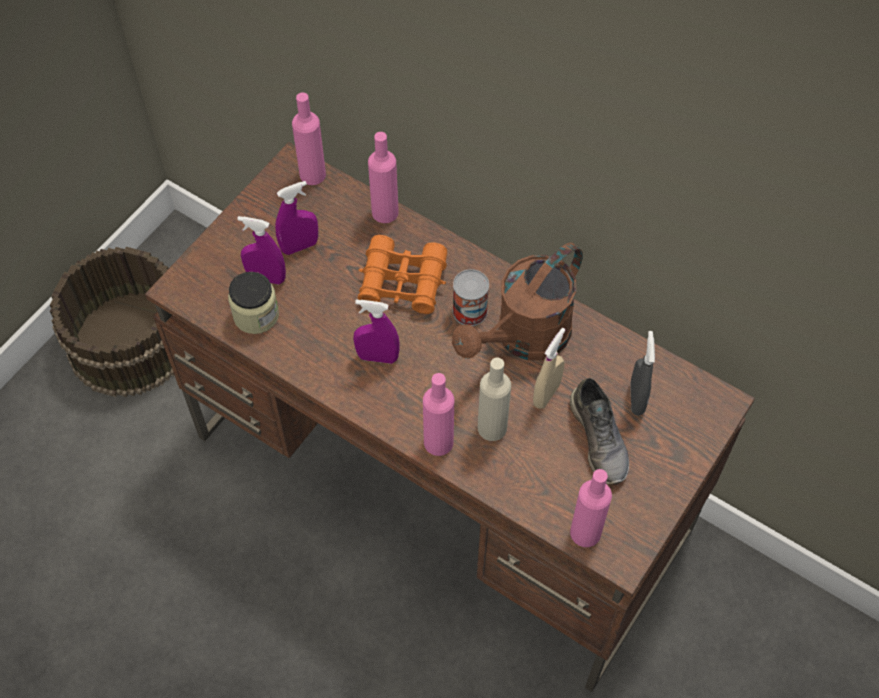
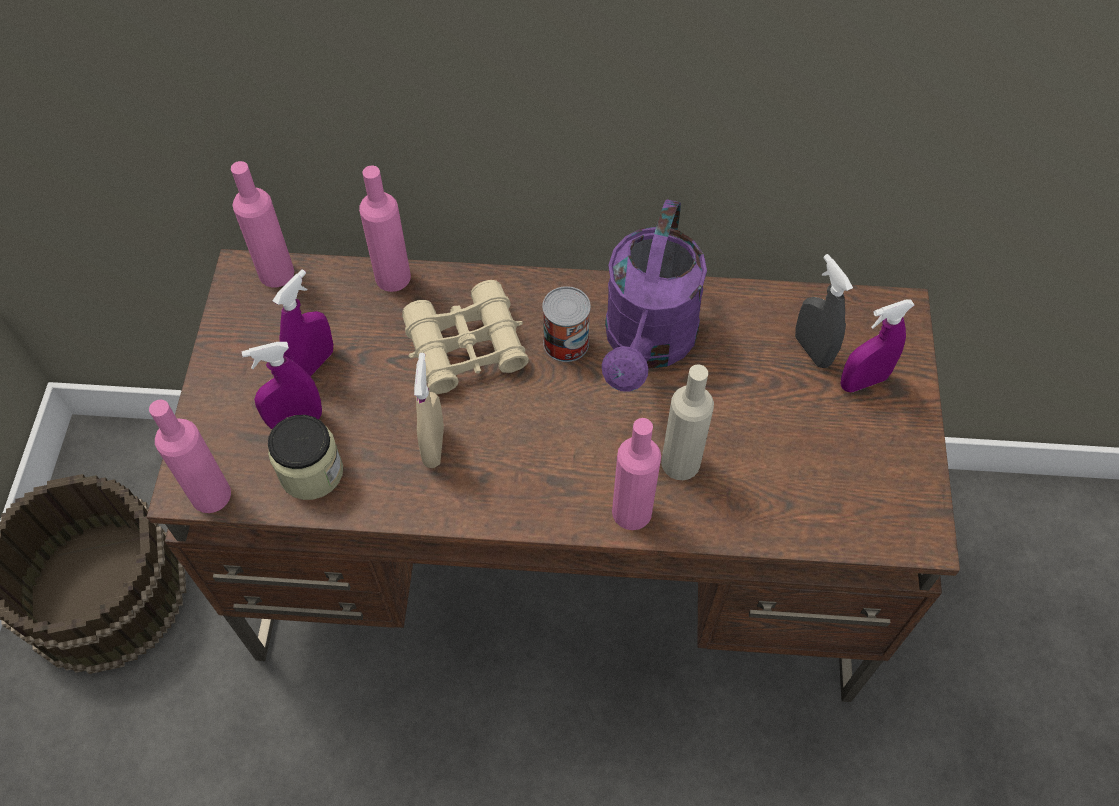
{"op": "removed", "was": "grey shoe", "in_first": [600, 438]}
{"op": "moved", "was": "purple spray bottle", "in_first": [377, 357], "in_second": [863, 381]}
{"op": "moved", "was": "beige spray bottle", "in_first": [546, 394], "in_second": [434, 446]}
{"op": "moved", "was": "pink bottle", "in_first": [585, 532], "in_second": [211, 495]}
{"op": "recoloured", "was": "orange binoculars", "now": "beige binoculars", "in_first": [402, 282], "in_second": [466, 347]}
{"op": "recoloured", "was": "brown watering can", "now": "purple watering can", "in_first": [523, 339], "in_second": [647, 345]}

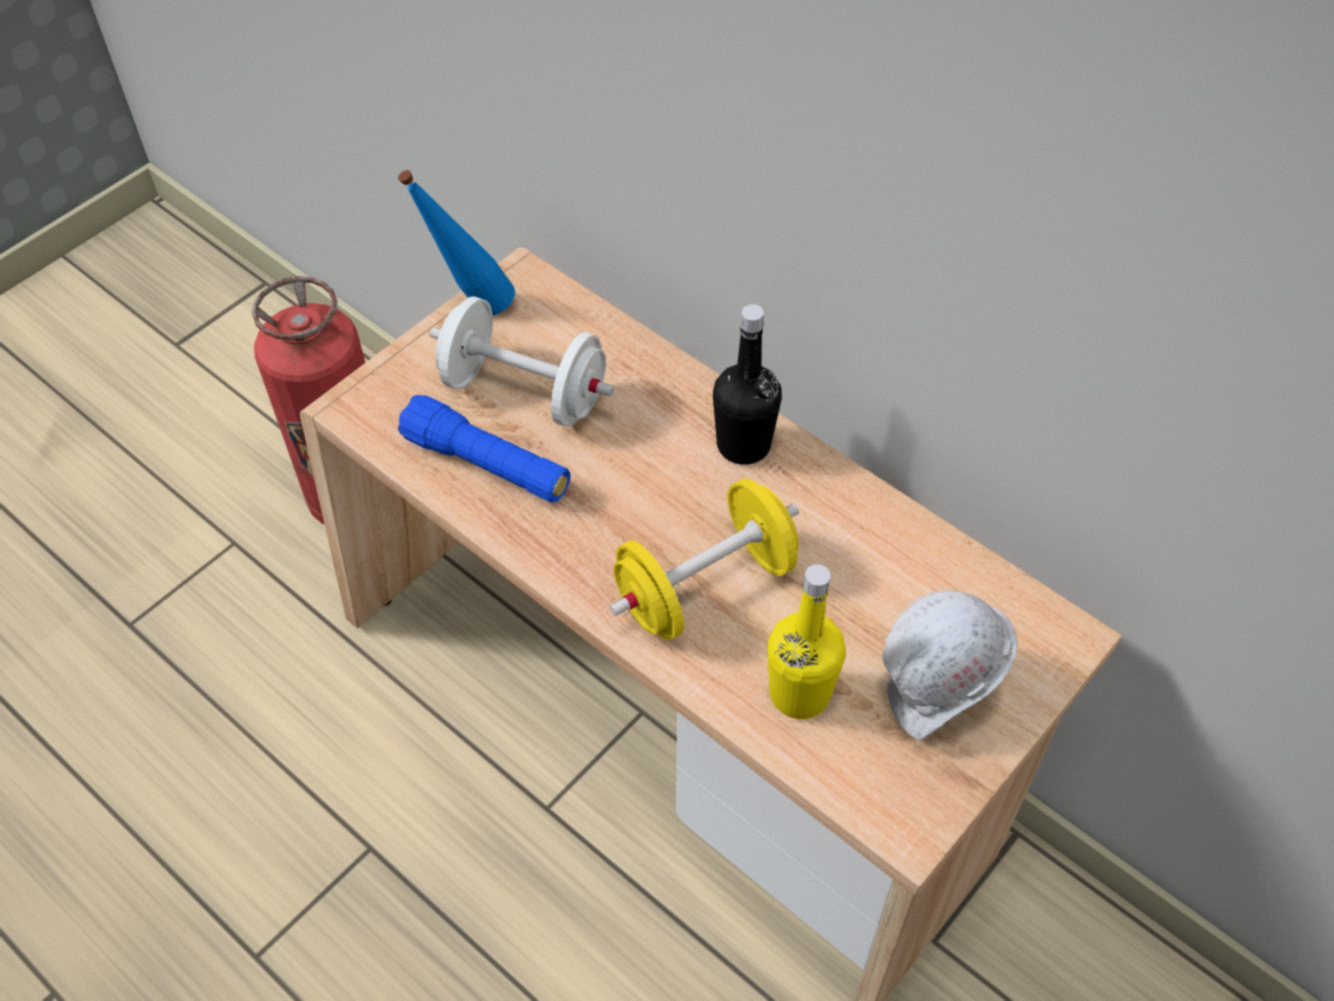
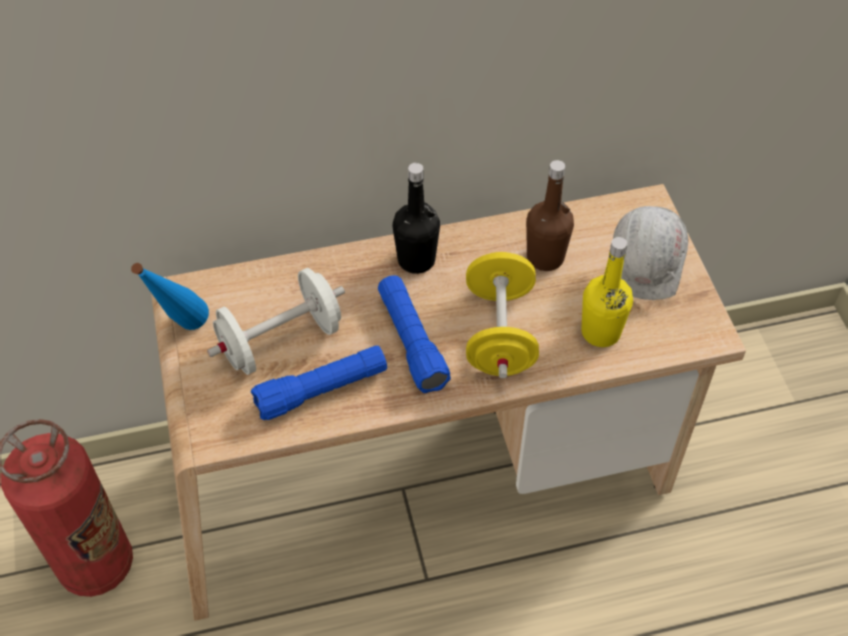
{"op": "added", "now": "blue flashlight", "in_second": [411, 342]}
{"op": "added", "now": "brown bottle", "in_second": [545, 257]}

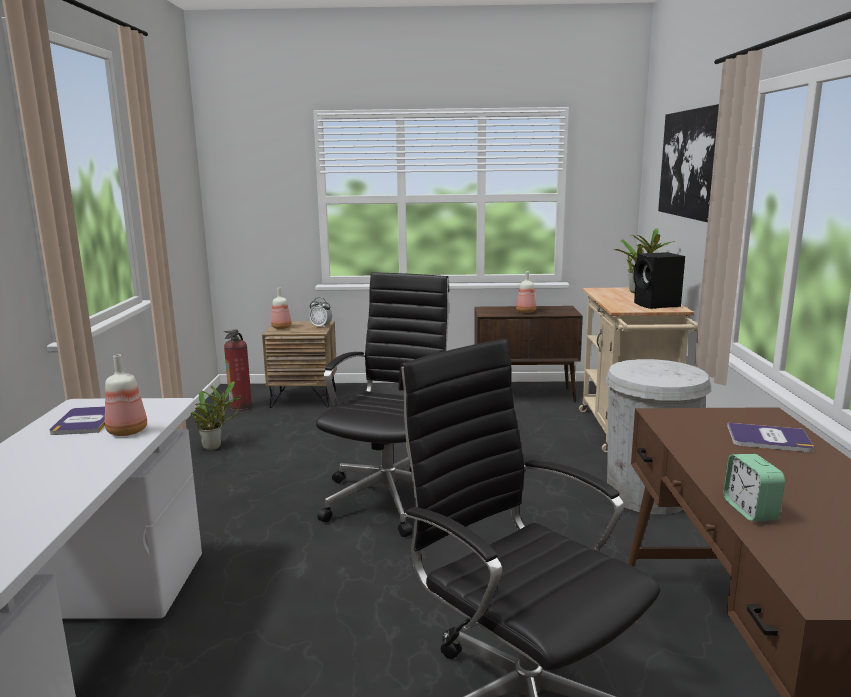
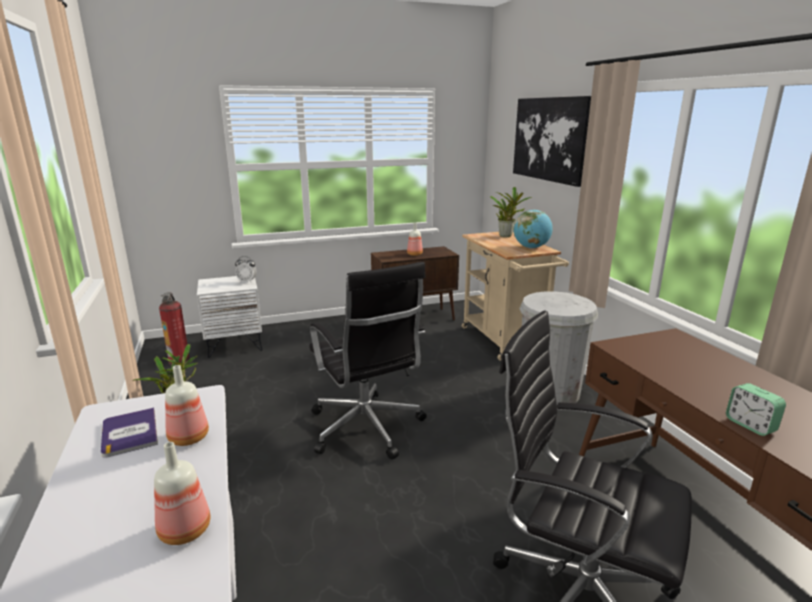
{"op": "removed", "was": "book", "in_first": [768, 439]}
{"op": "moved", "was": "bottle", "in_first": [281, 327], "in_second": [183, 530]}
{"op": "replaced", "was": "black speaker", "now": "globe", "in_first": [657, 305], "in_second": [531, 247]}
{"op": "recoloured", "was": "brown nightstand", "now": "white nightstand", "in_first": [304, 399], "in_second": [235, 345]}
{"op": "turned", "was": "black office chair", "in_first": [391, 497], "in_second": [367, 428], "clockwise": 150}

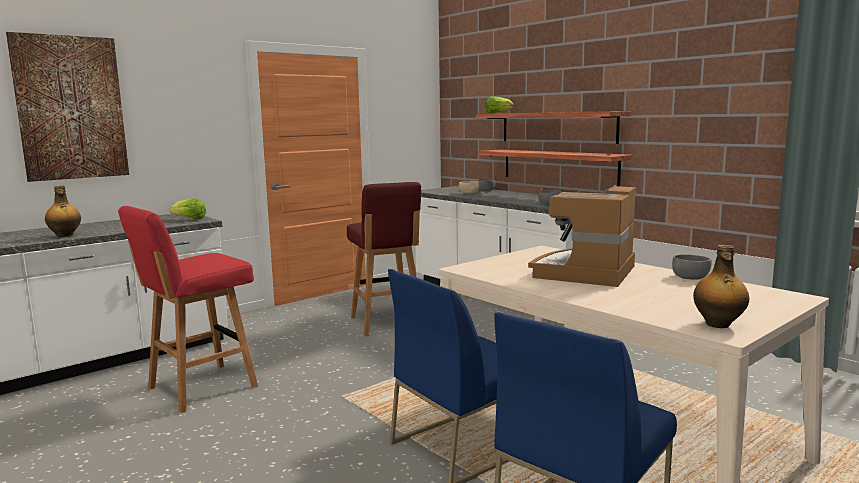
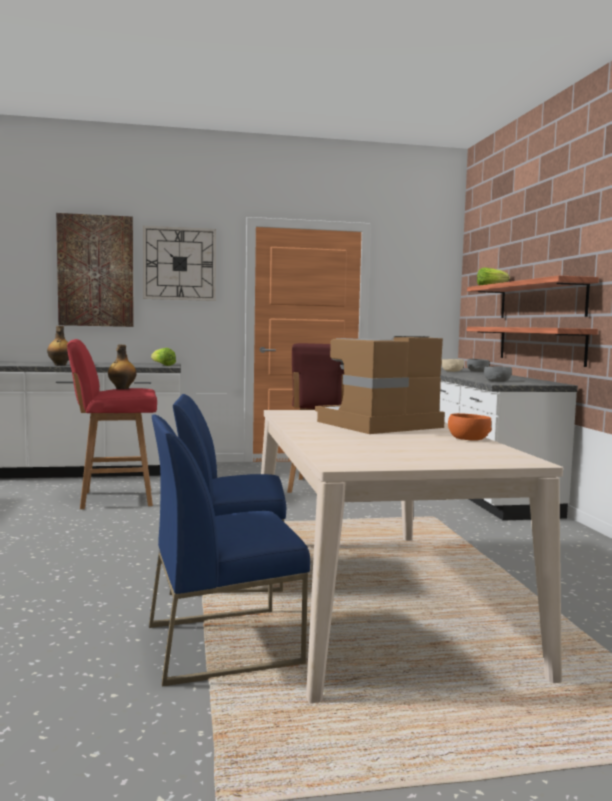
{"op": "added", "now": "wall clock", "in_second": [179, 264]}
{"op": "moved", "was": "bottle", "in_first": [718, 324], "in_second": [122, 388]}
{"op": "recoloured", "was": "grey bowl", "now": "orange bowl", "in_first": [690, 277], "in_second": [468, 439]}

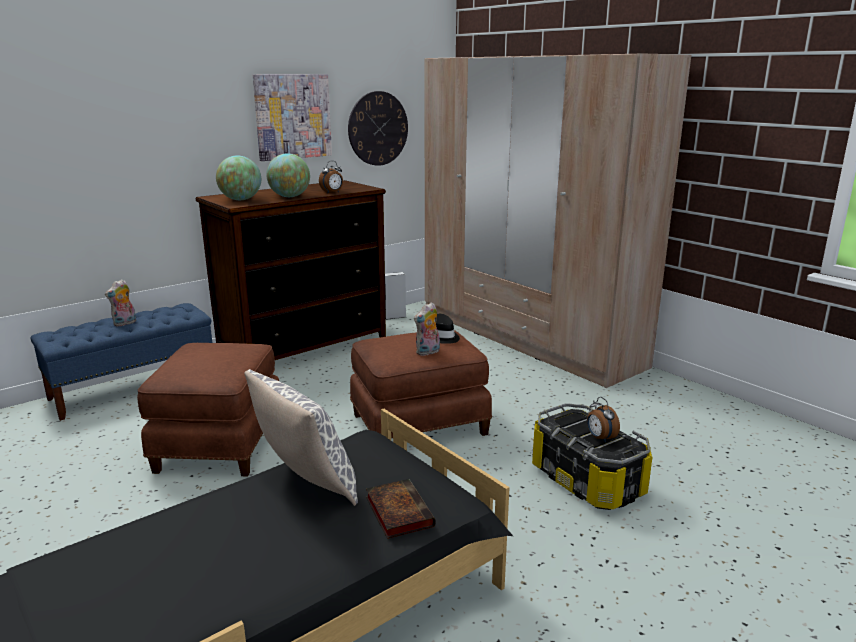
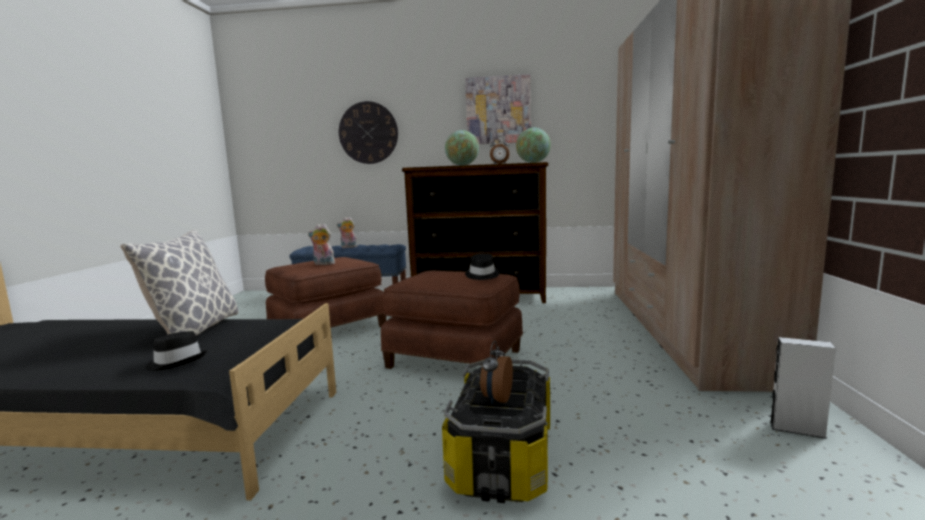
{"op": "moved", "was": "globe", "in_first": [240, 200], "in_second": [533, 162]}
{"op": "moved", "was": "wall clock", "in_first": [378, 128], "in_second": [368, 133]}
{"op": "moved", "was": "grey speaker", "in_first": [394, 317], "in_second": [797, 429]}
{"op": "moved", "was": "plush toy", "in_first": [428, 352], "in_second": [323, 264]}
{"op": "replaced", "was": "book", "now": "black hat", "in_first": [397, 511], "in_second": [176, 362]}

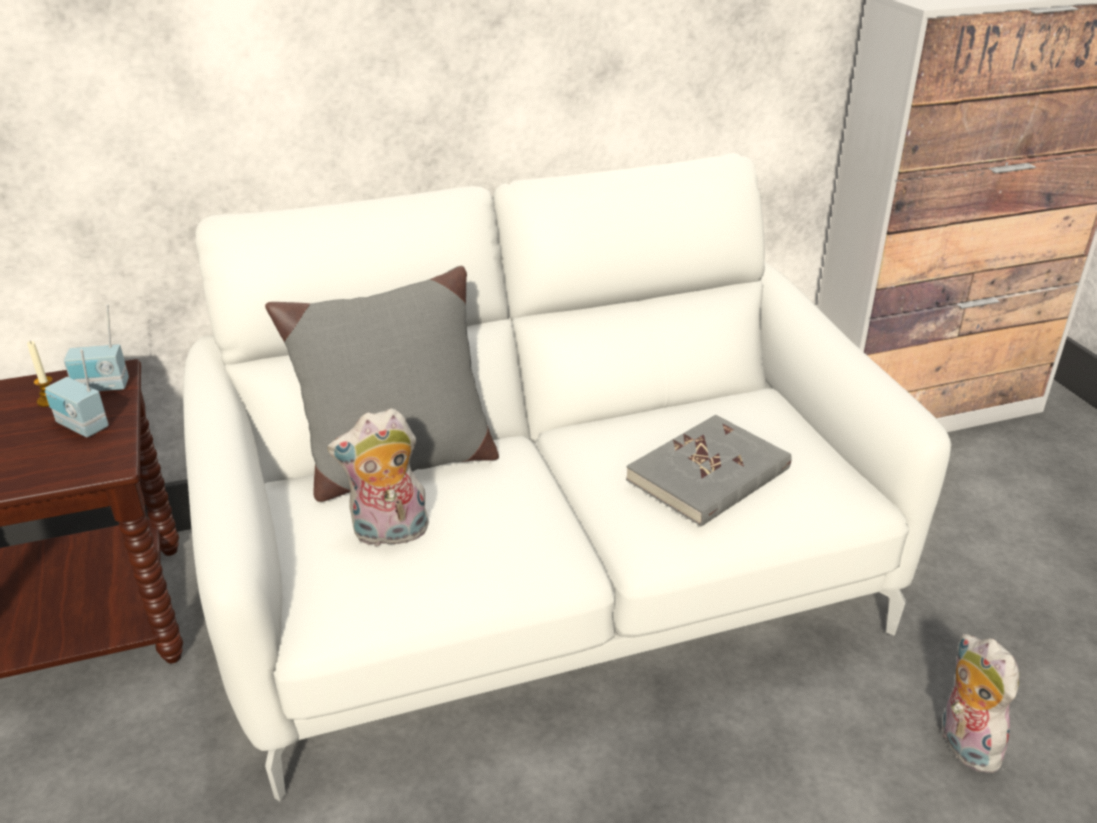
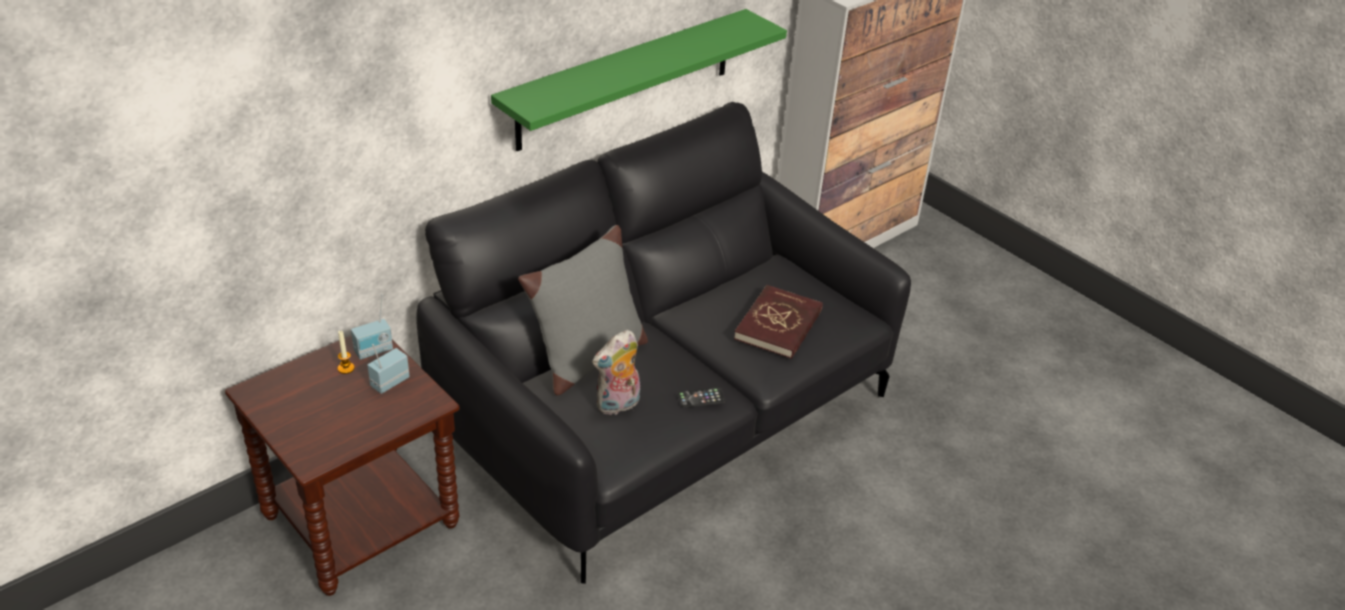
{"op": "removed", "was": "plush toy", "in_first": [963, 743]}
{"op": "added", "now": "green shelf", "in_second": [626, 79]}
{"op": "added", "now": "phone", "in_second": [701, 398]}
{"op": "recoloured", "was": "white sofa", "now": "black sofa", "in_first": [549, 582], "in_second": [665, 414]}
{"op": "recoloured", "was": "grey book", "now": "red book", "in_first": [709, 475], "in_second": [779, 325]}
{"op": "turned", "was": "radio", "in_first": [81, 427], "in_second": [389, 382], "clockwise": 120}

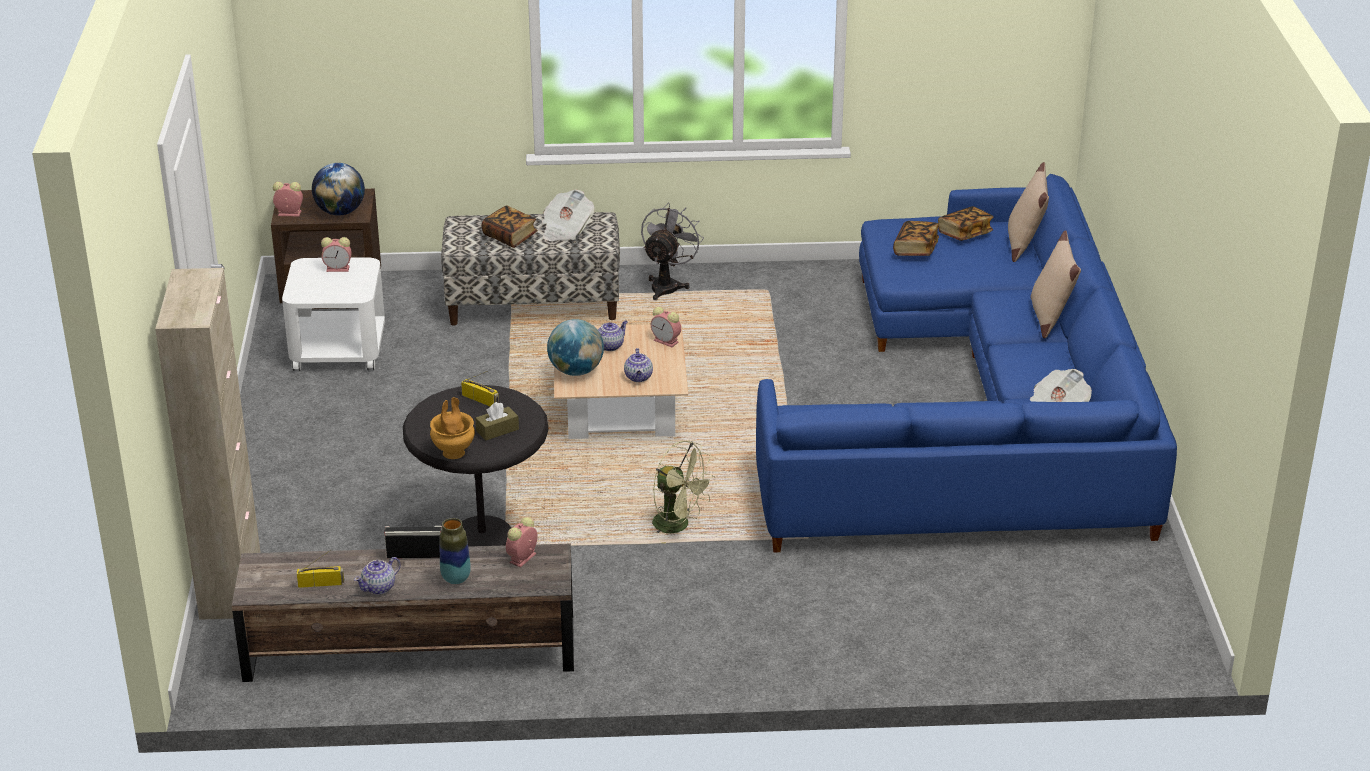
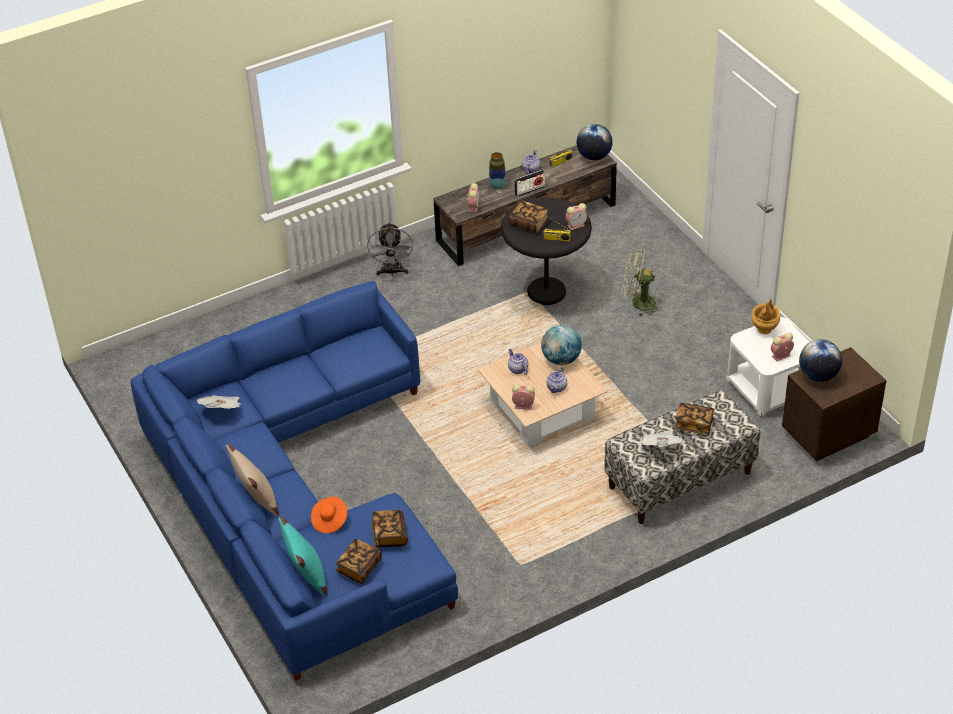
{"op": "removed", "was": "beige cabinet", "in_first": [230, 585]}
{"op": "added", "now": "orange hat", "in_second": [329, 521]}
{"op": "added", "now": "globe", "in_second": [594, 156]}
{"op": "moved", "was": "alarm clock", "in_first": [288, 213], "in_second": [576, 225]}
{"op": "moved", "was": "brown vase", "in_first": [454, 452], "in_second": [764, 329]}
{"op": "moved", "was": "grey fan", "in_first": [667, 285], "in_second": [392, 272]}
{"op": "moved", "was": "green fan", "in_first": [678, 526], "in_second": [638, 303]}
{"op": "replaced", "was": "brown tissue box", "now": "book", "in_first": [497, 430], "in_second": [529, 223]}
{"op": "recoloured", "was": "beige pillow", "now": "turquoise pillow", "in_first": [1024, 244], "in_second": [307, 577]}

